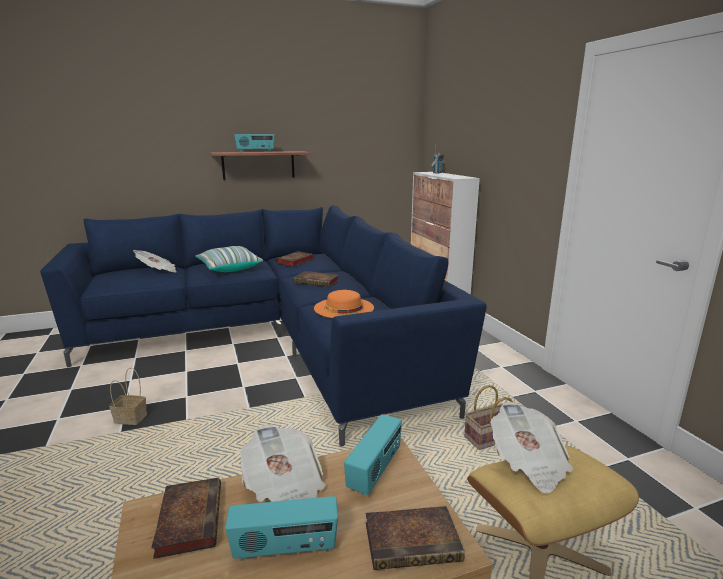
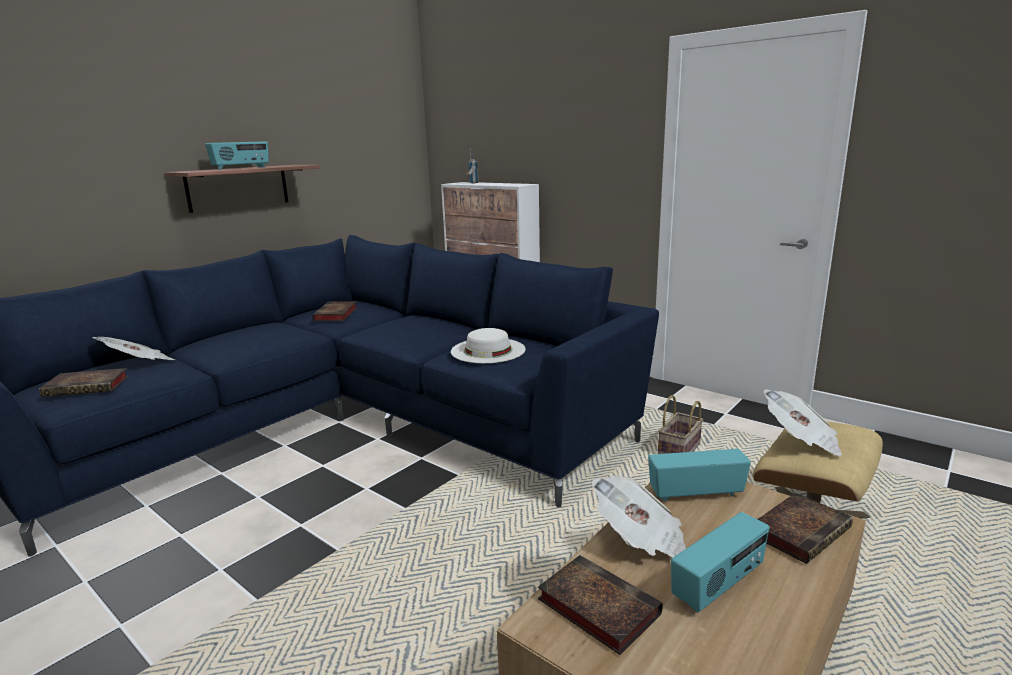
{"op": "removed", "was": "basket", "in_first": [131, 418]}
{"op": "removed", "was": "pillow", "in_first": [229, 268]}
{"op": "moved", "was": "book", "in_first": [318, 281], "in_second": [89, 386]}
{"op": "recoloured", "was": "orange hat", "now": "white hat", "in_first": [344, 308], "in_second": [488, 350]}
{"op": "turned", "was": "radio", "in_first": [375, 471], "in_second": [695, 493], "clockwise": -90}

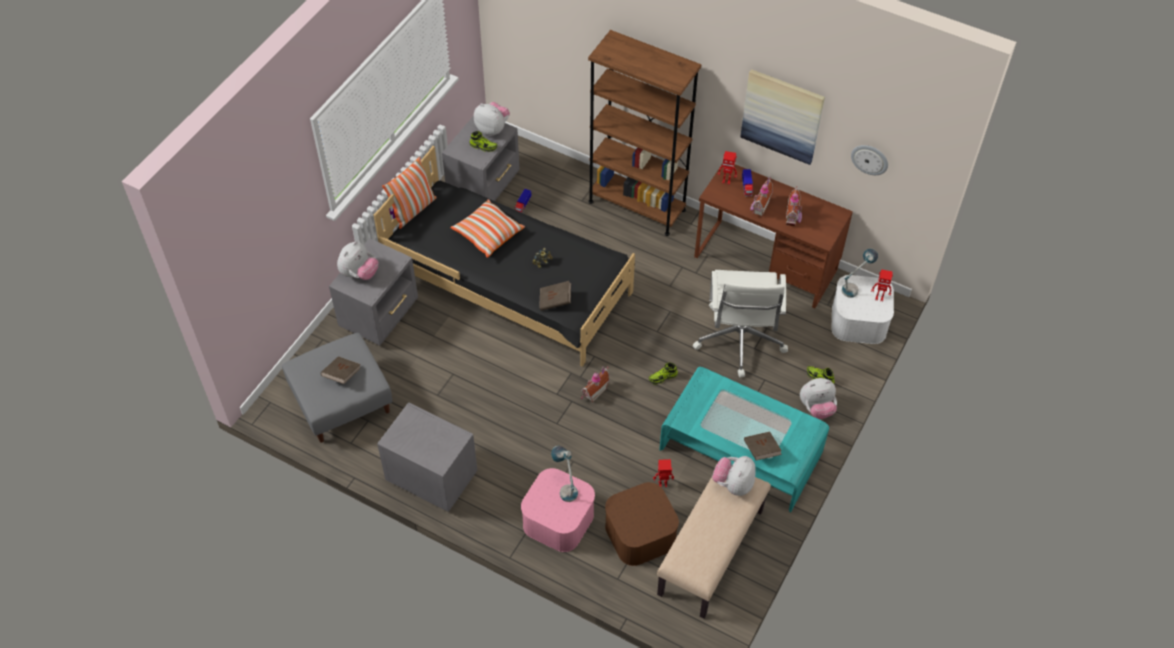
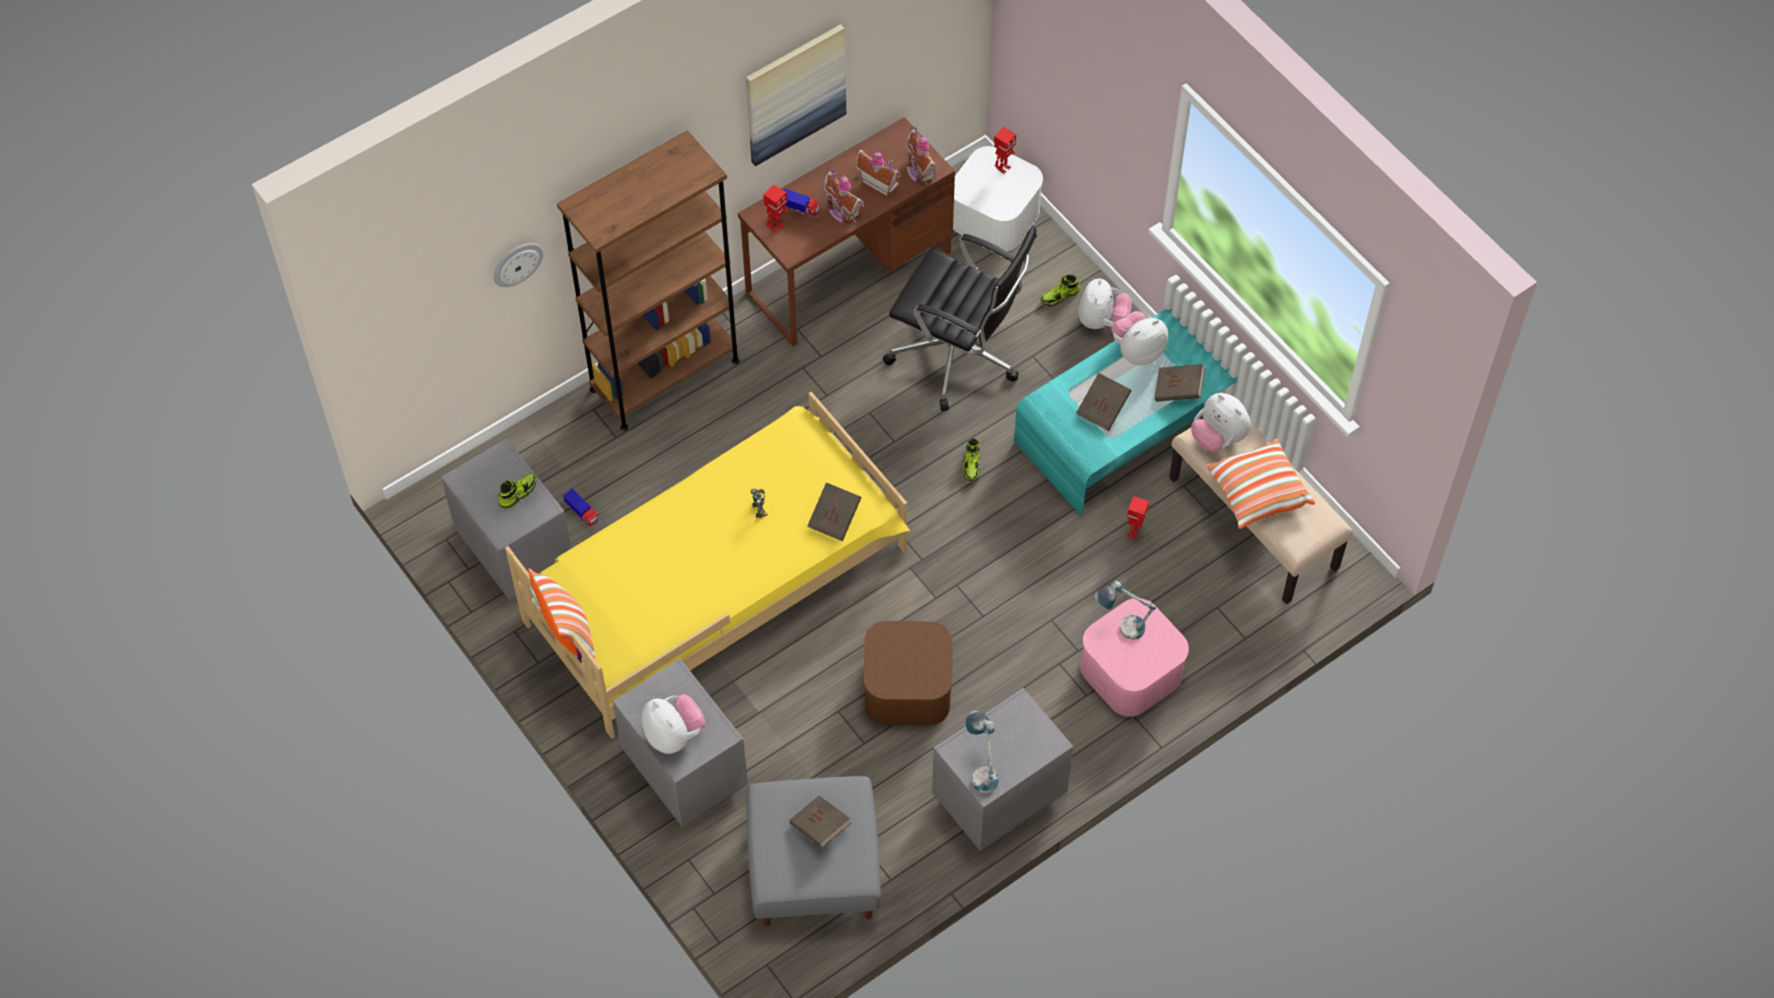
{"op": "added", "now": "brown book", "in_second": [1103, 409]}
{"op": "moved", "was": "pillow", "in_first": [488, 234], "in_second": [1257, 492]}
{"op": "moved", "was": "plush toy", "in_first": [492, 129], "in_second": [1137, 351]}
{"op": "moved", "was": "toy house", "in_first": [593, 392], "in_second": [919, 171]}
{"op": "moved", "was": "brown storage box", "in_first": [640, 534], "in_second": [908, 687]}
{"op": "moved", "was": "table lamp", "in_first": [855, 287], "in_second": [981, 769]}
{"op": "moved", "was": "wall clock", "in_first": [870, 159], "in_second": [517, 263]}
{"op": "recoloured", "was": "black bed", "now": "yellow bed", "in_first": [510, 283], "in_second": [716, 583]}
{"op": "recoloured", "was": "white office chair", "now": "black office chair", "in_first": [739, 341], "in_second": [958, 356]}

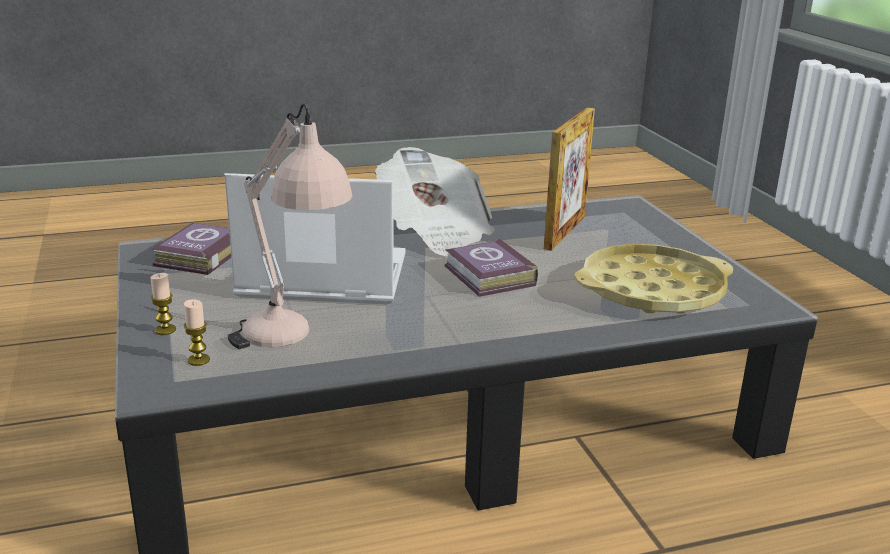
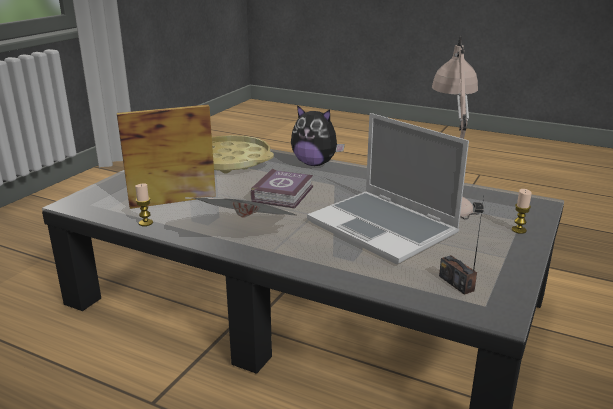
{"op": "added", "now": "plush toy", "in_second": [315, 163]}
{"op": "moved", "was": "candle", "in_first": [198, 360], "in_second": [146, 223]}
{"op": "replaced", "was": "book", "now": "radio", "in_first": [198, 256], "in_second": [456, 283]}

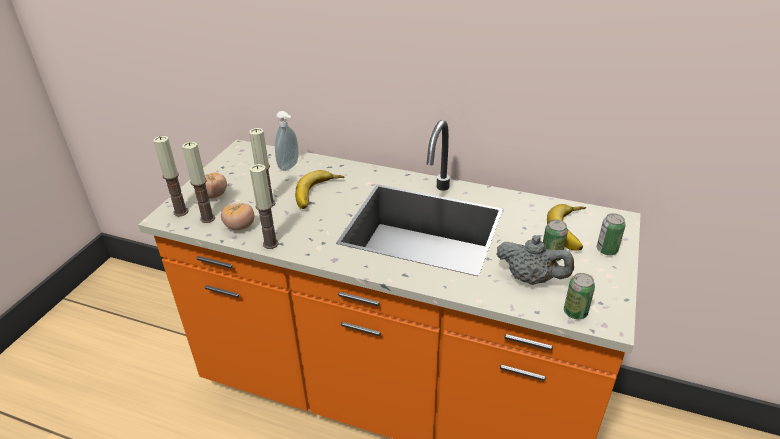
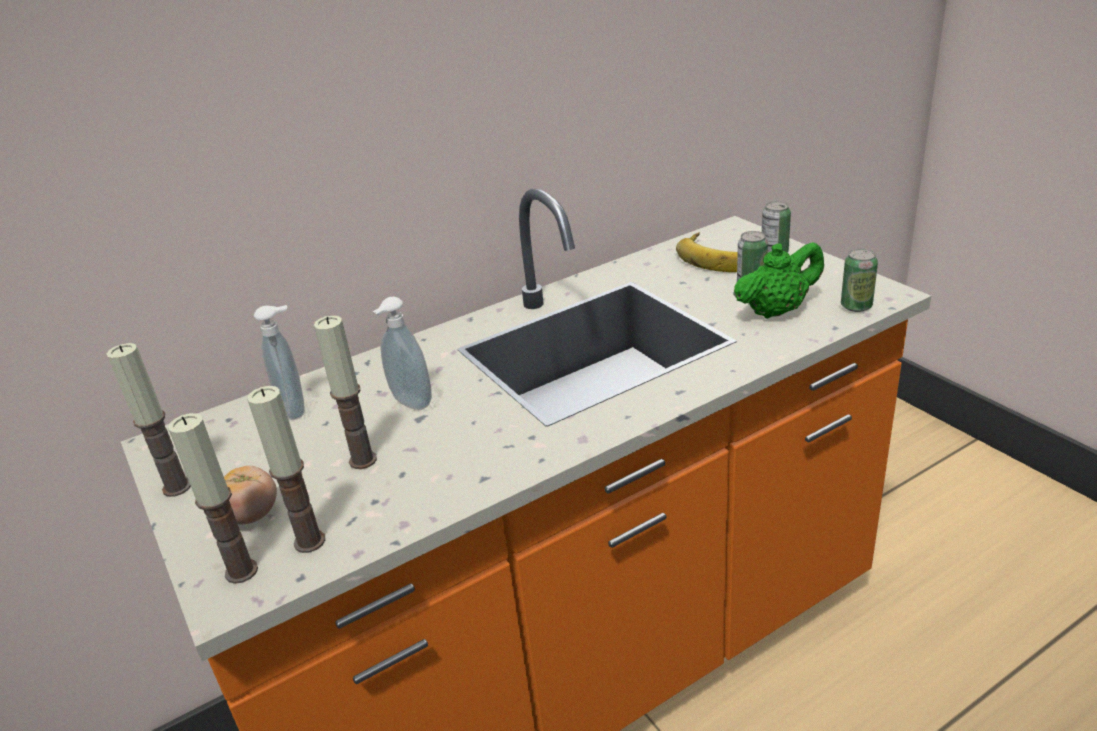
{"op": "removed", "was": "tomato", "in_first": [240, 227]}
{"op": "moved", "was": "candle", "in_first": [270, 244], "in_second": [177, 487]}
{"op": "replaced", "was": "banana", "now": "soap dispenser", "in_first": [319, 194], "in_second": [409, 403]}
{"op": "recoloured", "was": "grey teapot", "now": "green teapot", "in_first": [530, 279], "in_second": [776, 311]}

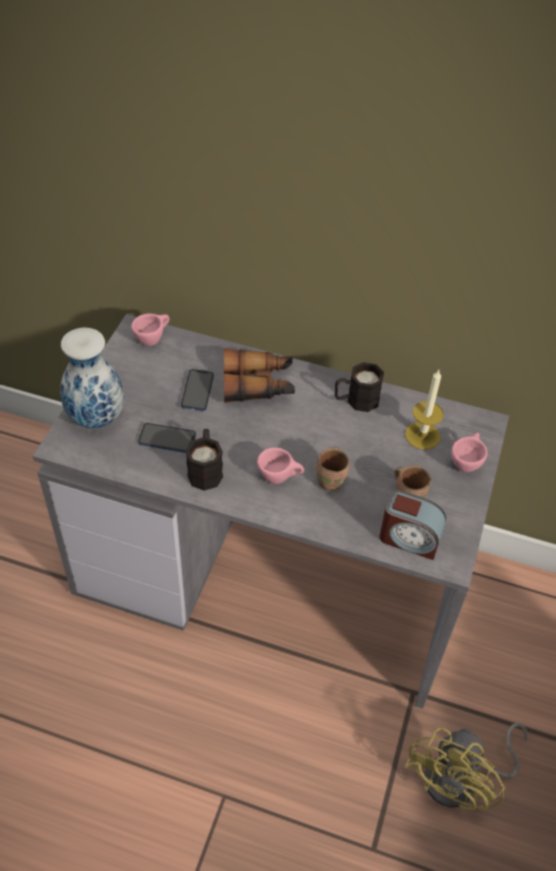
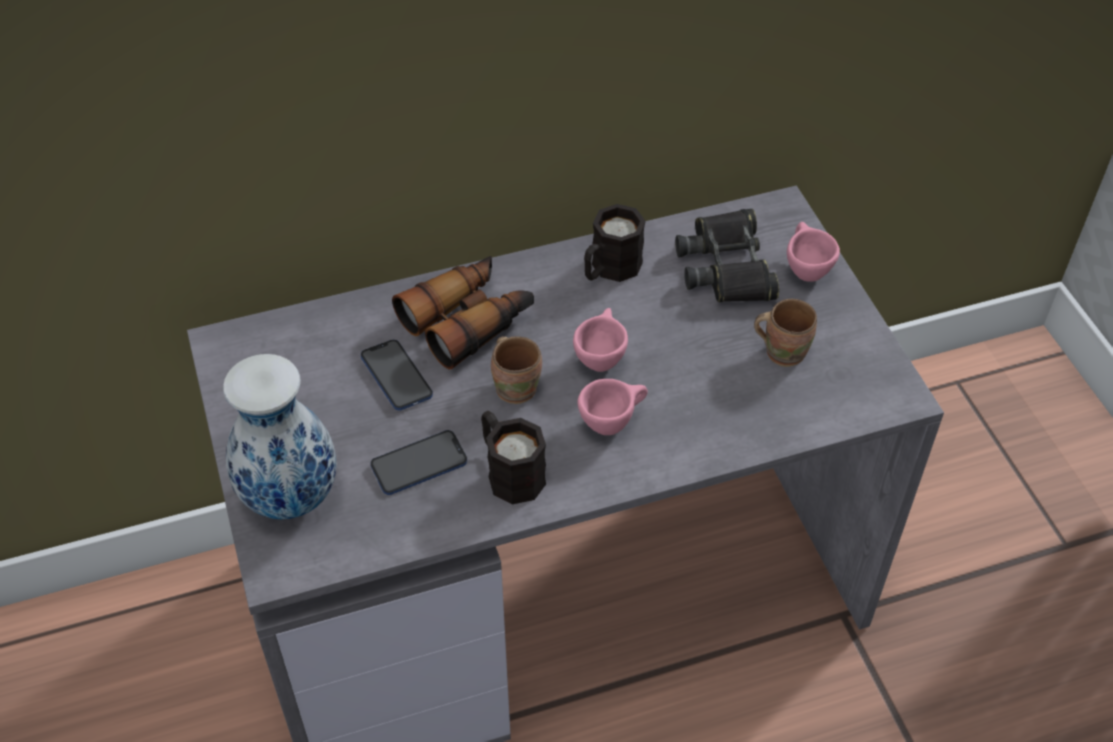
{"op": "removed", "was": "alarm clock", "in_first": [409, 538]}
{"op": "removed", "was": "yellow fan", "in_first": [461, 780]}
{"op": "moved", "was": "pink cup", "in_first": [152, 339], "in_second": [600, 357]}
{"op": "moved", "was": "brown mug", "in_first": [332, 480], "in_second": [517, 387]}
{"op": "replaced", "was": "candle", "now": "black binoculars", "in_first": [422, 435], "in_second": [727, 266]}

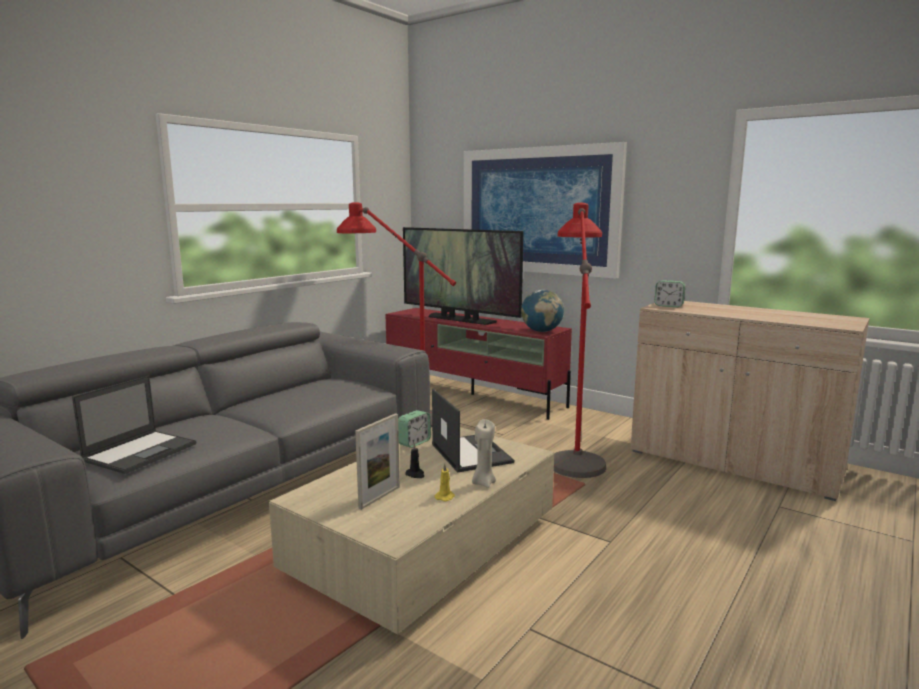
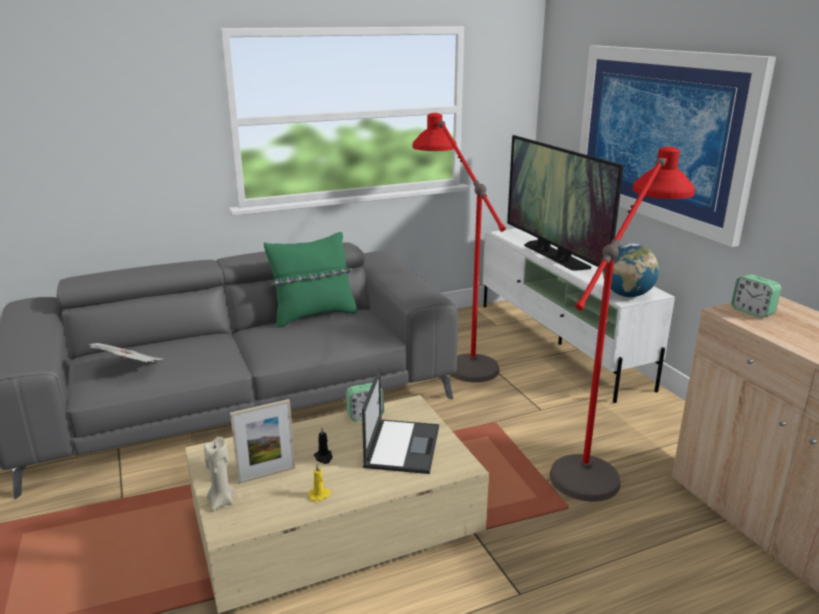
{"op": "added", "now": "green pillow", "in_second": [313, 315]}
{"op": "moved", "was": "beige candle", "in_first": [483, 483], "in_second": [221, 501]}
{"op": "replaced", "was": "laptop", "now": "newspaper", "in_first": [141, 451], "in_second": [130, 368]}
{"op": "recoloured", "was": "red tv stand", "now": "white tv stand", "in_first": [473, 394], "in_second": [560, 344]}

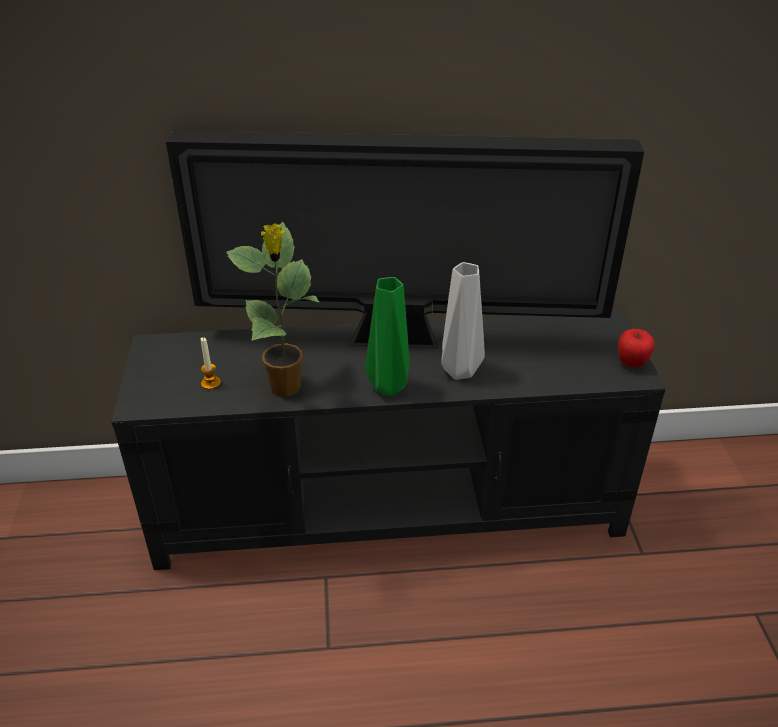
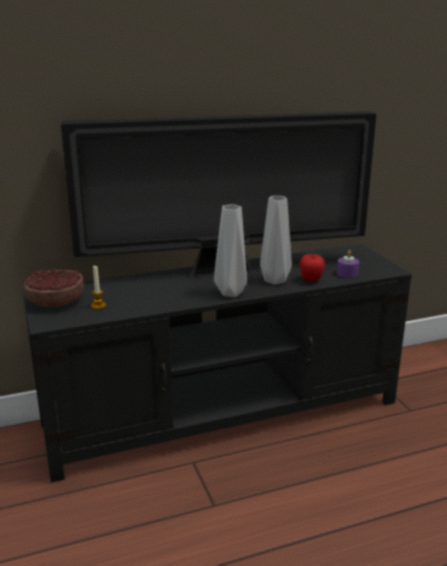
{"op": "removed", "was": "potted plant", "in_first": [286, 388]}
{"op": "added", "now": "bowl", "in_second": [56, 301]}
{"op": "added", "now": "purple candle", "in_second": [347, 273]}
{"op": "moved", "was": "apple", "in_first": [631, 363], "in_second": [311, 280]}
{"op": "recoloured", "was": "green vase", "now": "grey vase", "in_first": [388, 388], "in_second": [230, 293]}

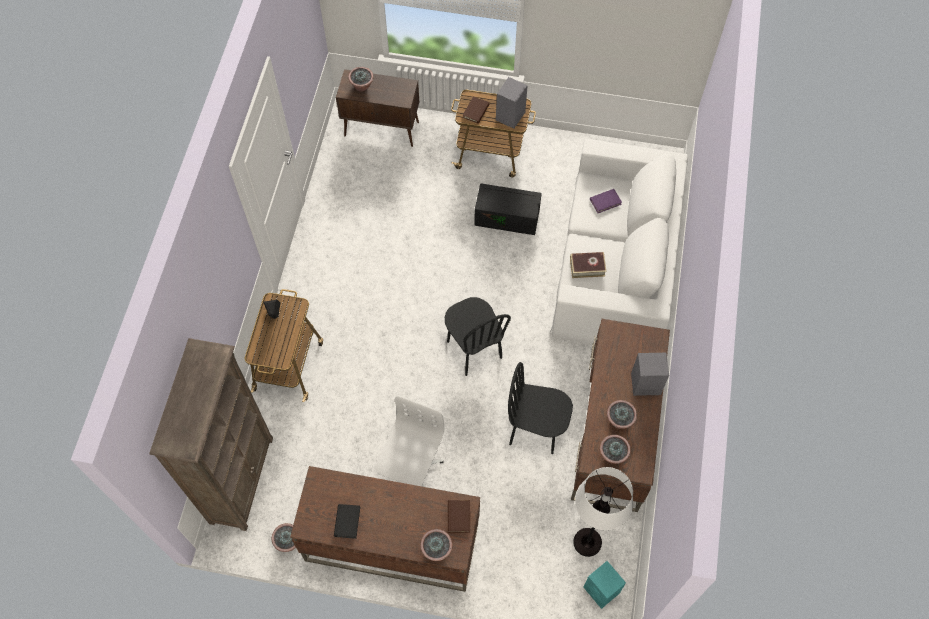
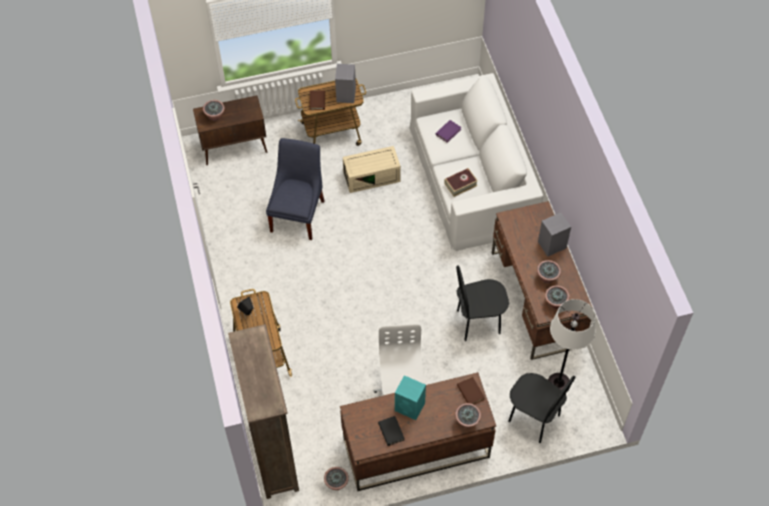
{"op": "added", "now": "blue chair", "in_second": [298, 213]}
{"op": "moved", "was": "black chair", "in_first": [473, 350], "in_second": [533, 419]}
{"op": "moved", "was": "turquoise speaker", "in_first": [601, 591], "in_second": [410, 407]}
{"op": "recoloured", "was": "black storage box", "now": "beige storage box", "in_first": [508, 216], "in_second": [372, 176]}

